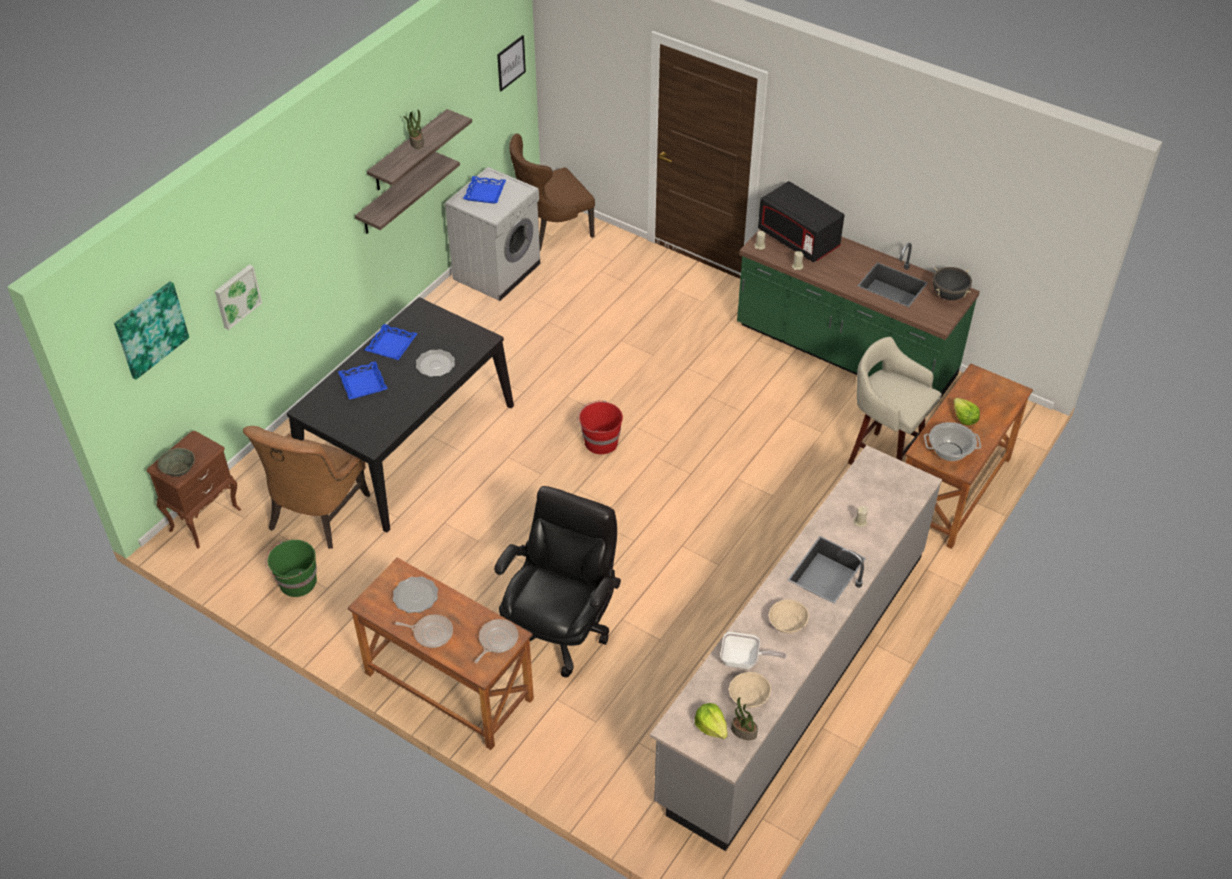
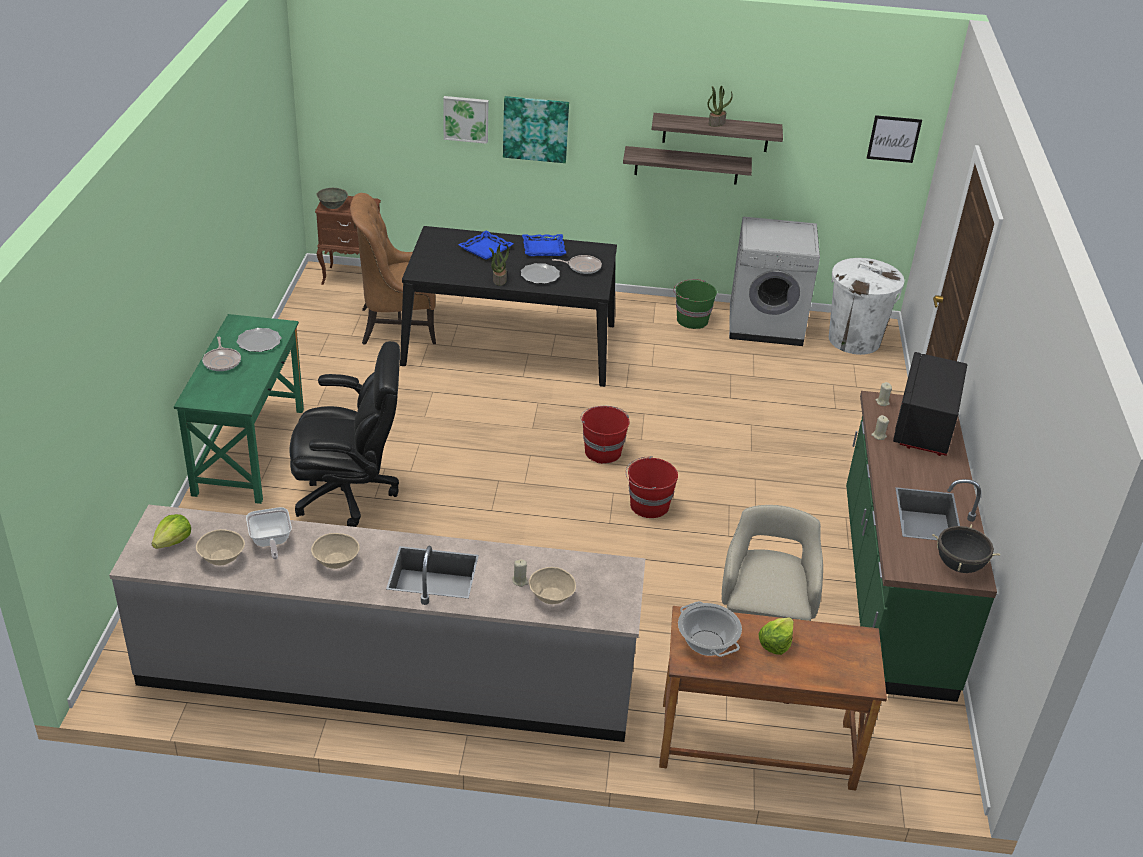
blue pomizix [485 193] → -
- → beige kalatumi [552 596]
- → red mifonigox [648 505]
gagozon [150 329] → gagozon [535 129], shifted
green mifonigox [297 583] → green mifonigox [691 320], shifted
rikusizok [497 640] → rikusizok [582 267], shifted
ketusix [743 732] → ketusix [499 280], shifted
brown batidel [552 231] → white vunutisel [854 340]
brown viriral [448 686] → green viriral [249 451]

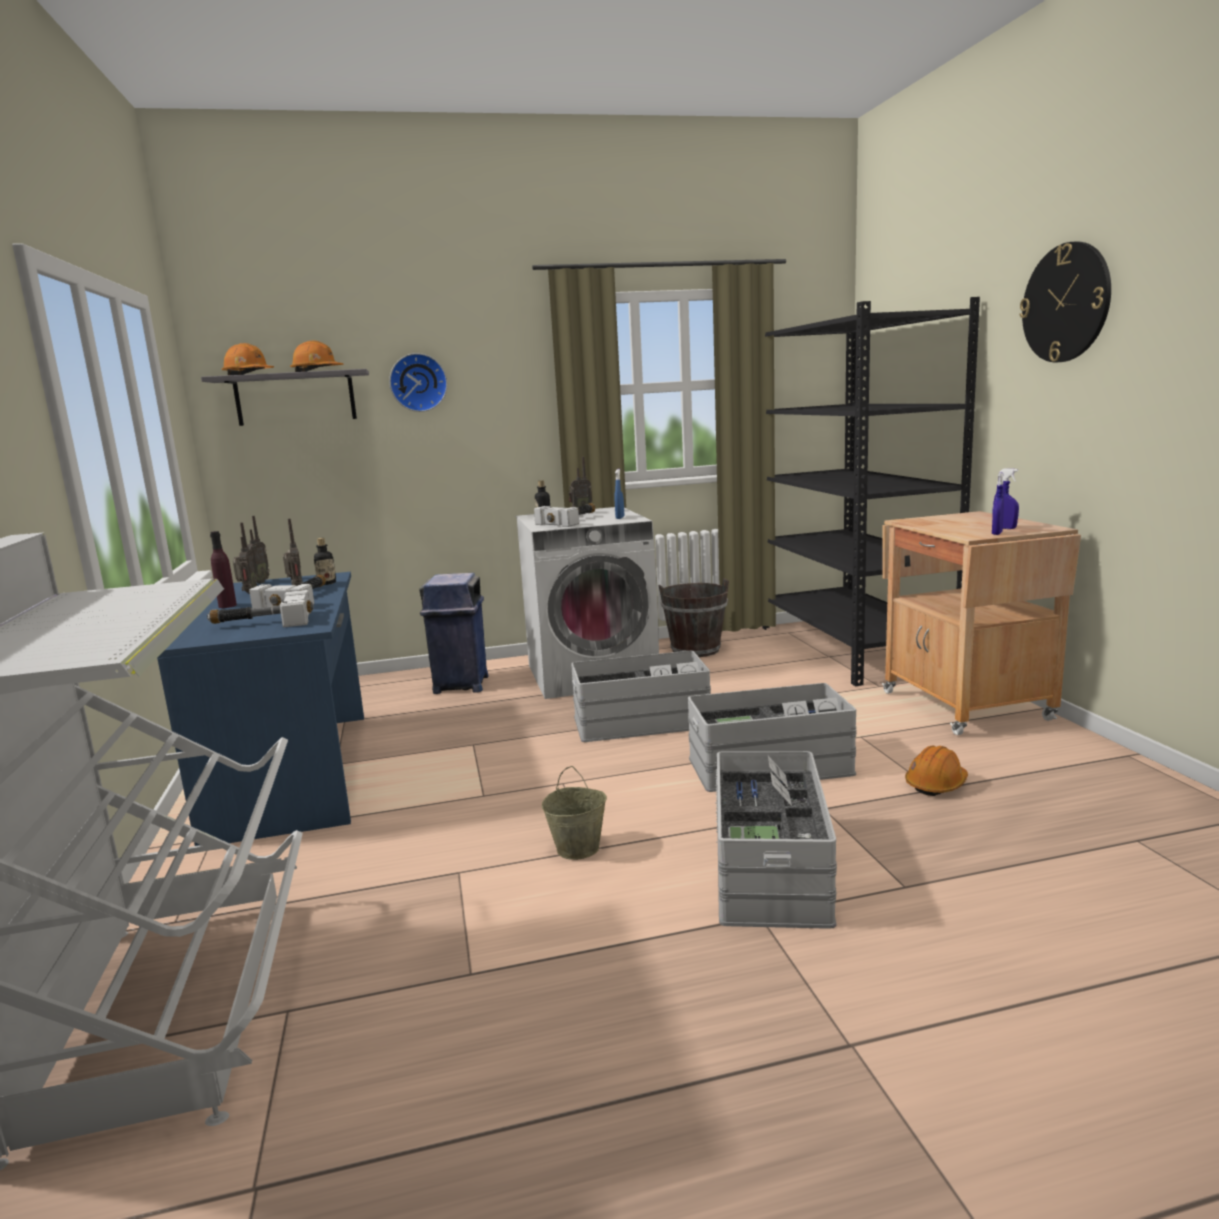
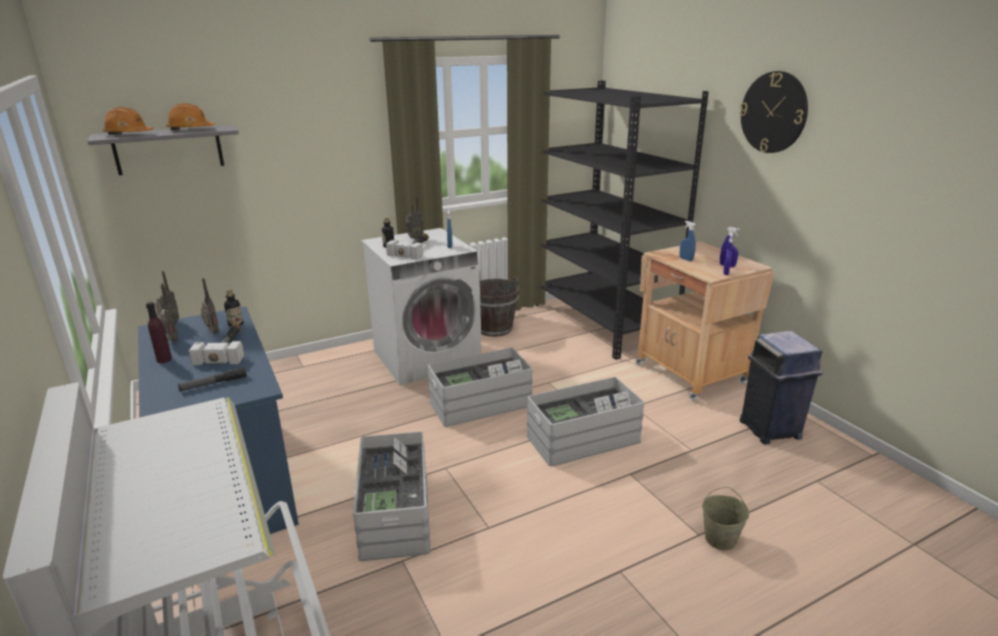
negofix [418 382] → -
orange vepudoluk [936 784] → -
- → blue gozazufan [686 259]
blue vunutisel [460 685] → blue vunutisel [770 430], shifted
beige mifonigox [578 848] → beige mifonigox [721 538], shifted
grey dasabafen [768 868] → grey dasabafen [393 512], shifted
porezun [262 623] → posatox [213 384]

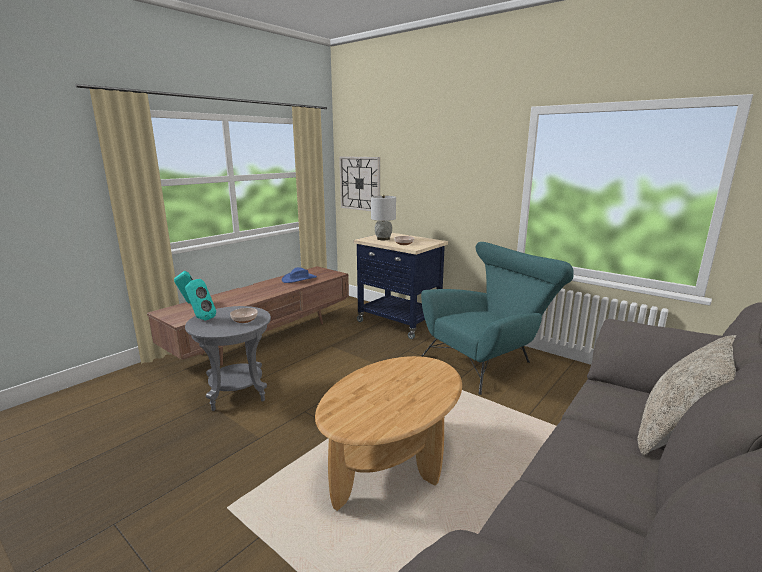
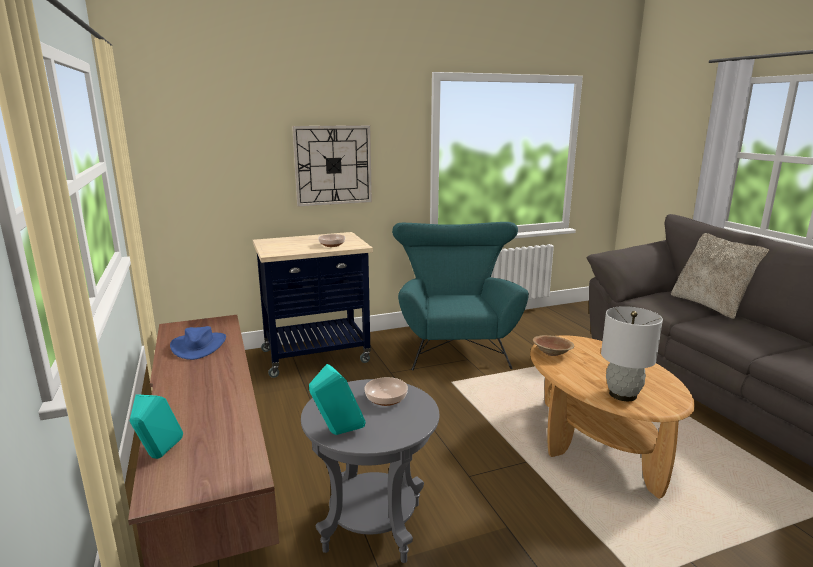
- → brown kalatumi [552 353]
negofix [360 183] → negofix [333 165], shifted
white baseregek [383 239] → white baseregek [623 394], shifted

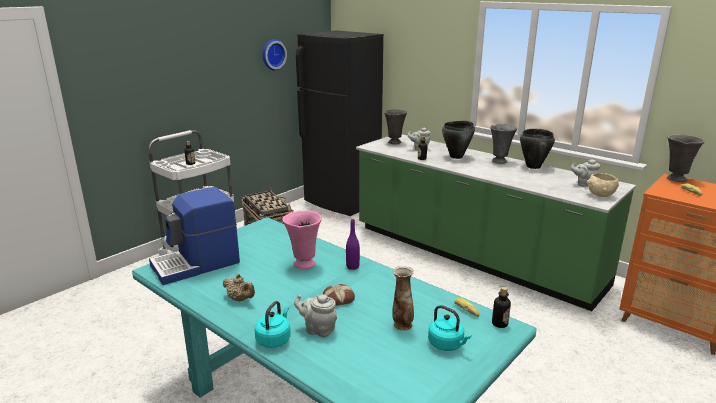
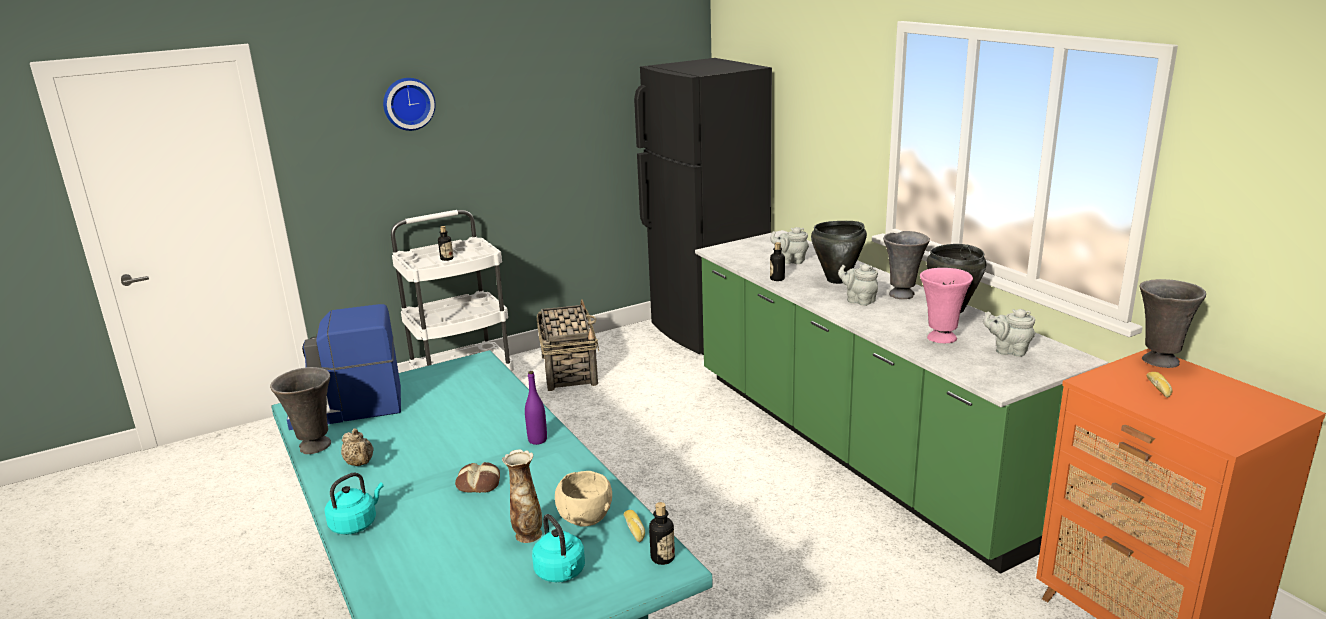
negofix [272 54] → negofix [408 103], shifted
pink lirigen [303 264] → pink lirigen [940 338], shifted
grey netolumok [318 329] → grey netolumok [858 300], shifted
grey lirigen [394 143] → grey lirigen [314 447], shifted
beige kalatumi [600 195] → beige kalatumi [585 520], shifted

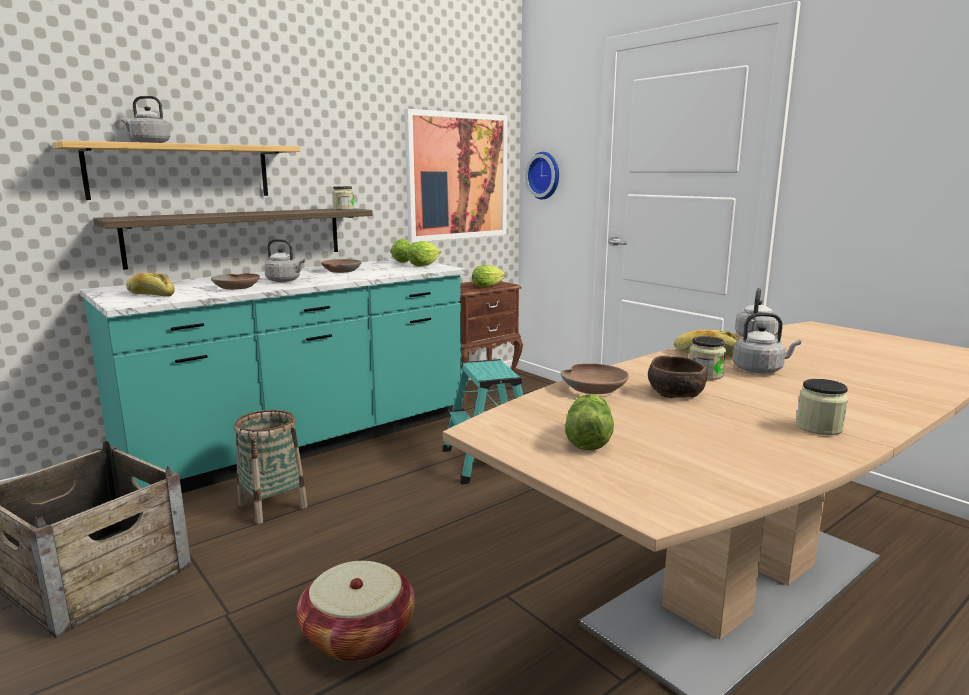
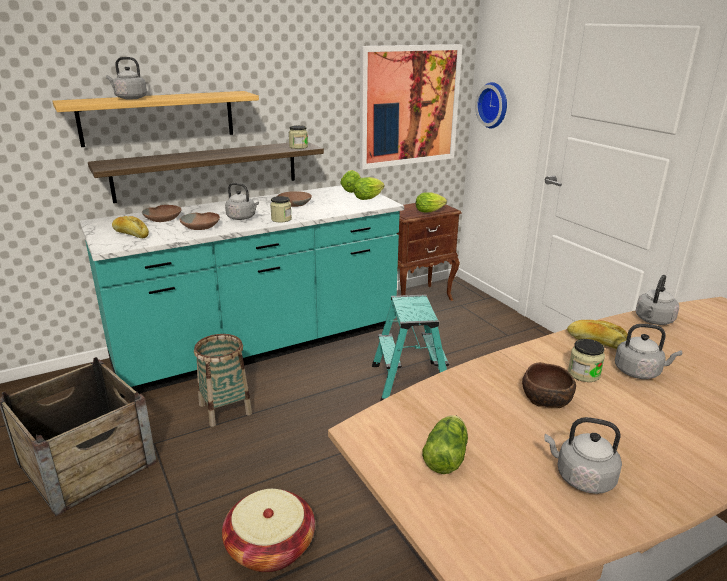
- → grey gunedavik [581 478]
brown kalatumi [595 388] → brown kalatumi [163 218], shifted
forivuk [819 427] → forivuk [281 219], shifted

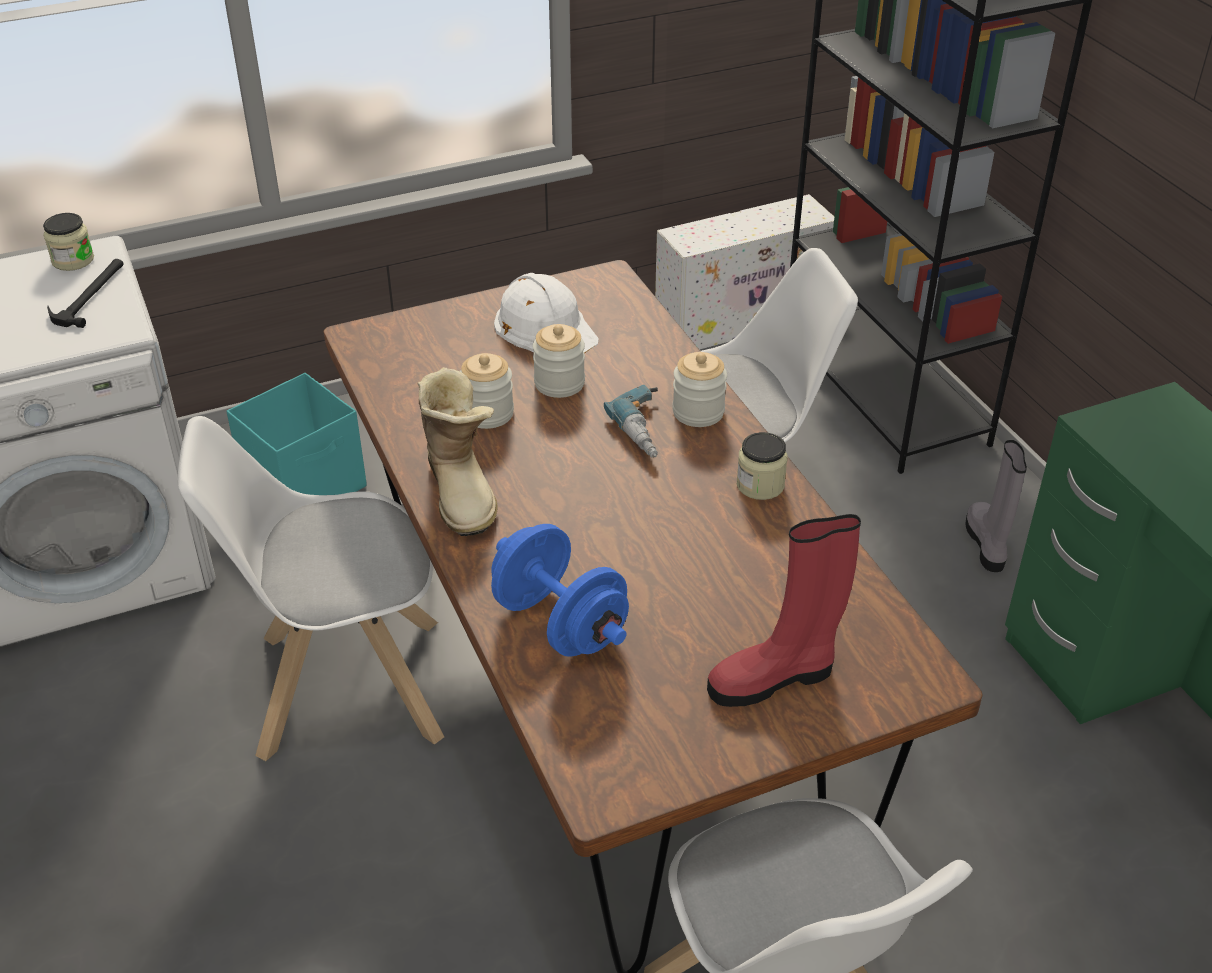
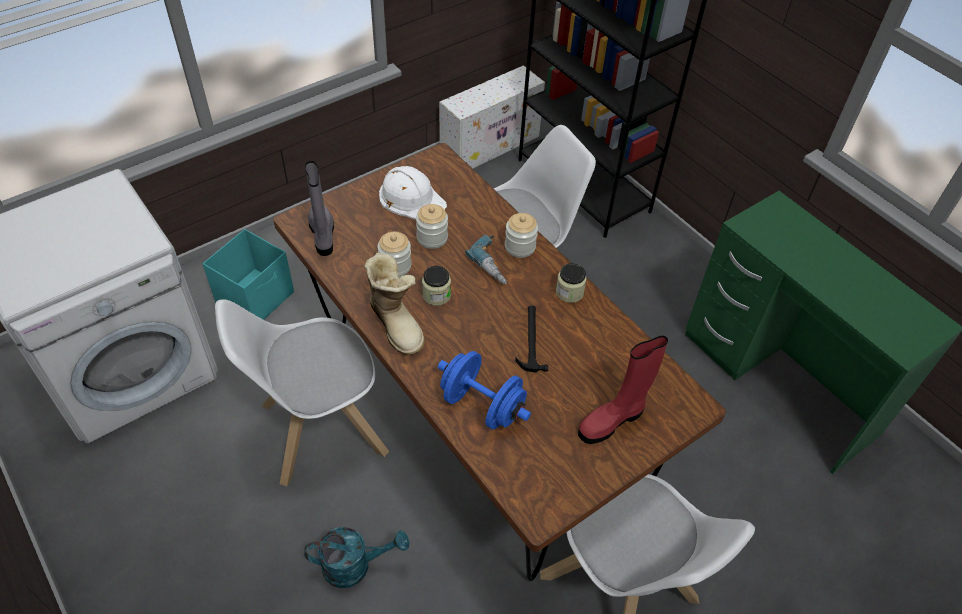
- → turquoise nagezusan [355 565]
forivuk [73 260] → forivuk [436 295], shifted
porezun [90 295] → porezun [531 339], shifted
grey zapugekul [987 544] → grey zapugekul [322 234], shifted

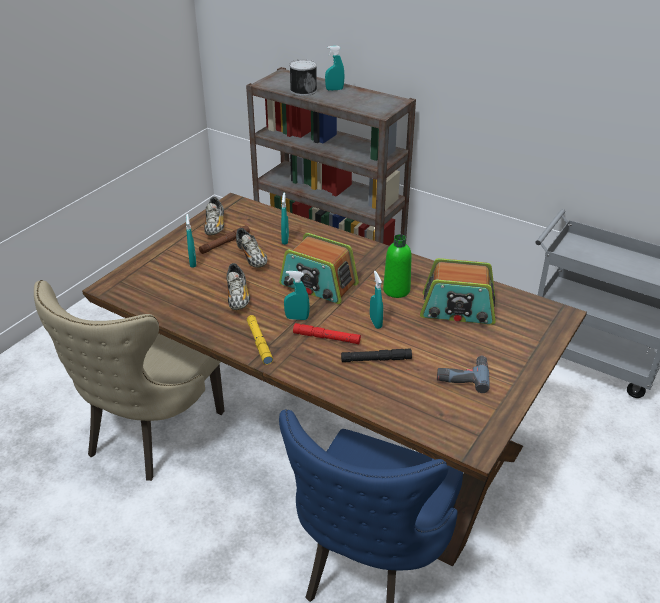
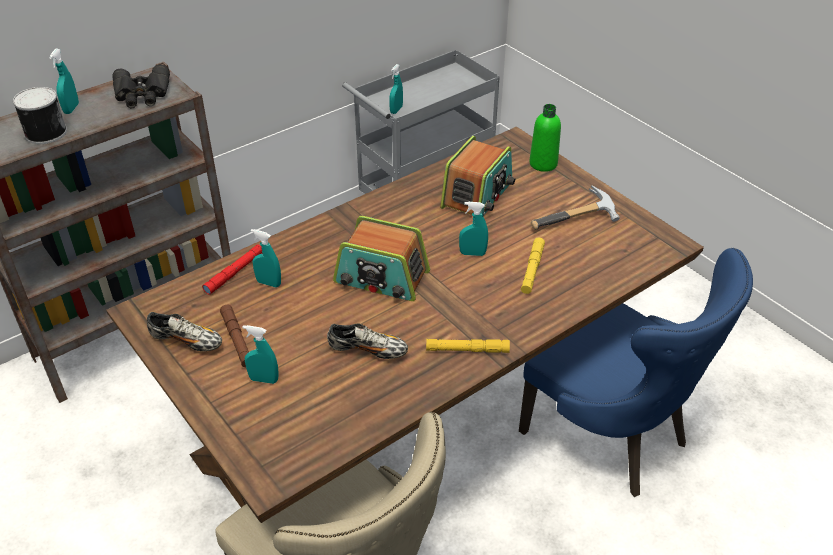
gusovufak [252 257] → -
- → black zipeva [142 94]
turquoise gozazufan [297 318] → turquoise gozazufan [396 110], shifted
red posatox [326 337] → red posatox [234 273], shifted
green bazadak [396 290] → green bazadak [543 164], shifted
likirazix [462 375] → porezun [576 222]
black posatox [376 359] → yellow posatox [532 269]
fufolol [318 285] → fufolol [381 278], 60 degrees clockwise

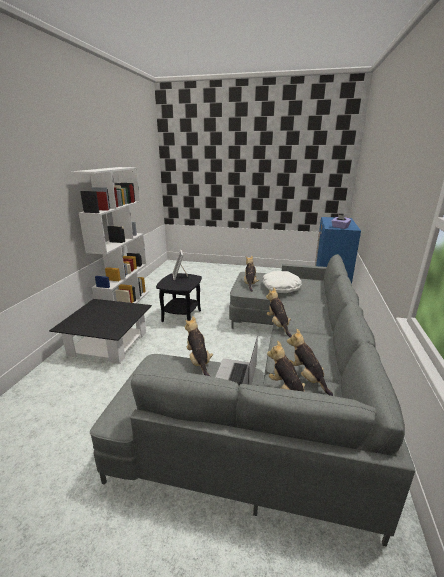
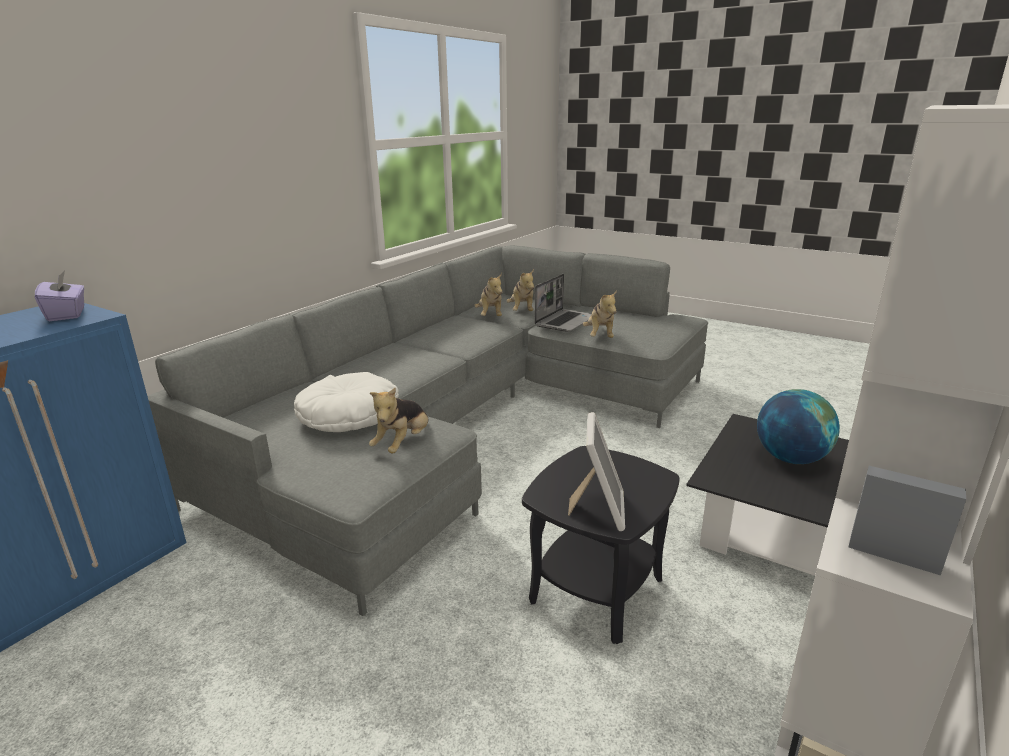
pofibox [278 325] → -
- → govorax [790 458]

